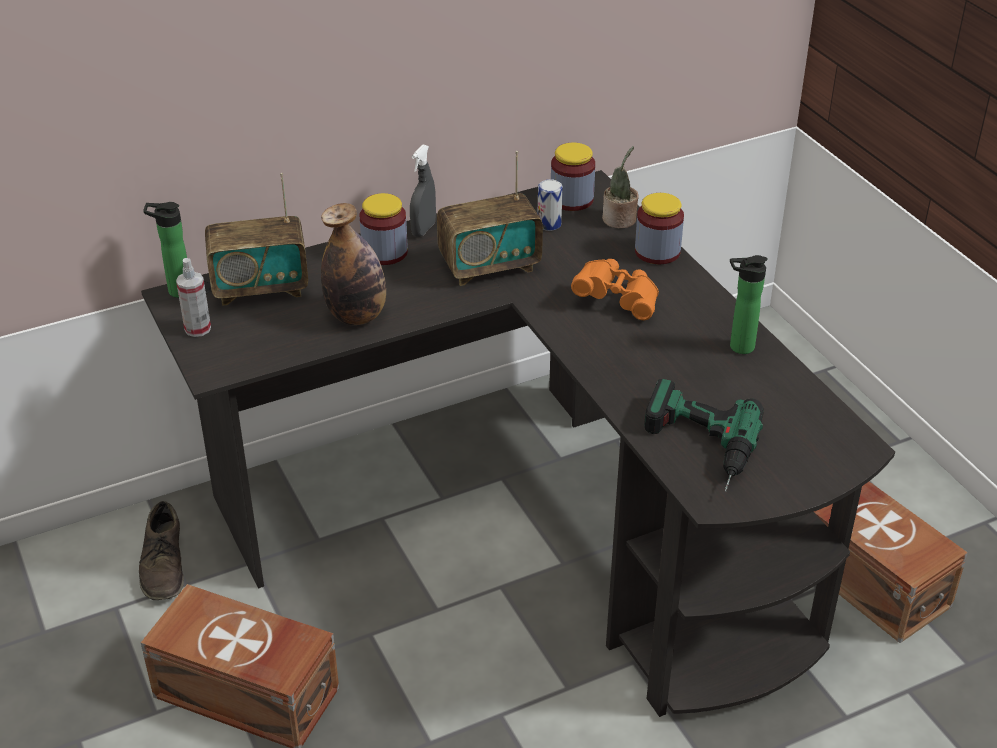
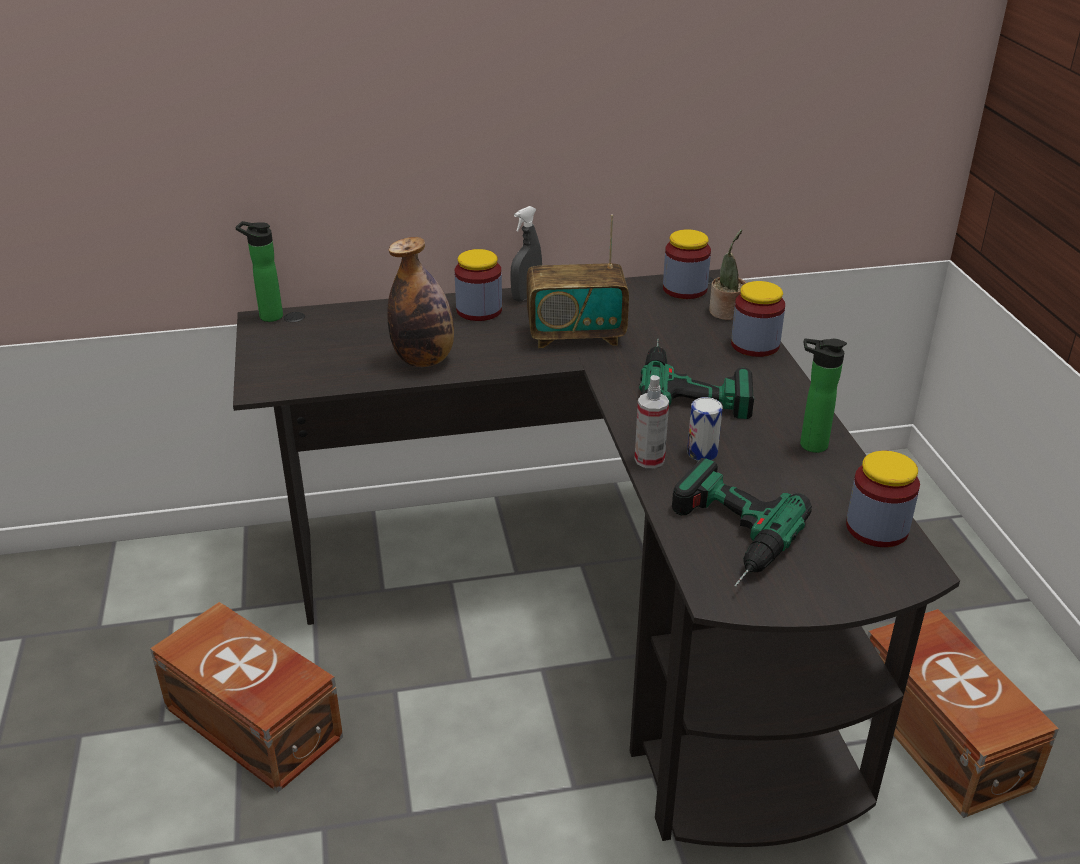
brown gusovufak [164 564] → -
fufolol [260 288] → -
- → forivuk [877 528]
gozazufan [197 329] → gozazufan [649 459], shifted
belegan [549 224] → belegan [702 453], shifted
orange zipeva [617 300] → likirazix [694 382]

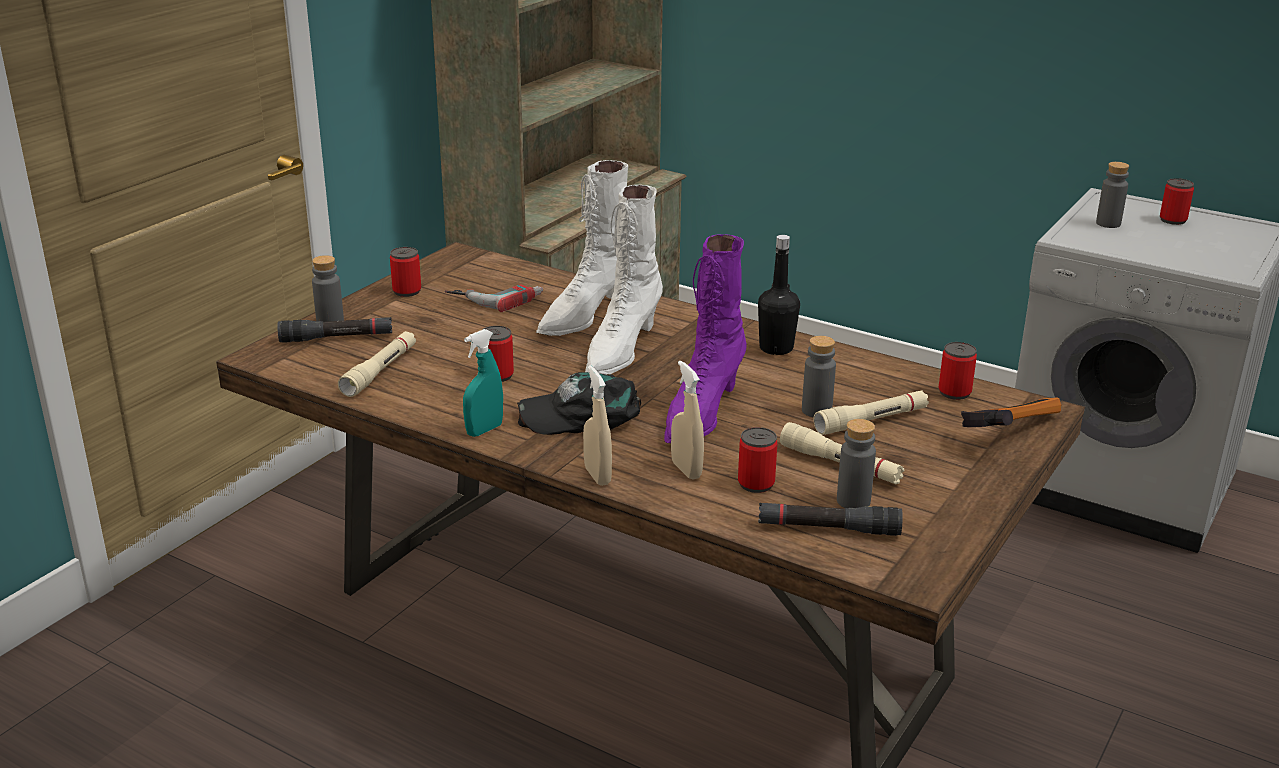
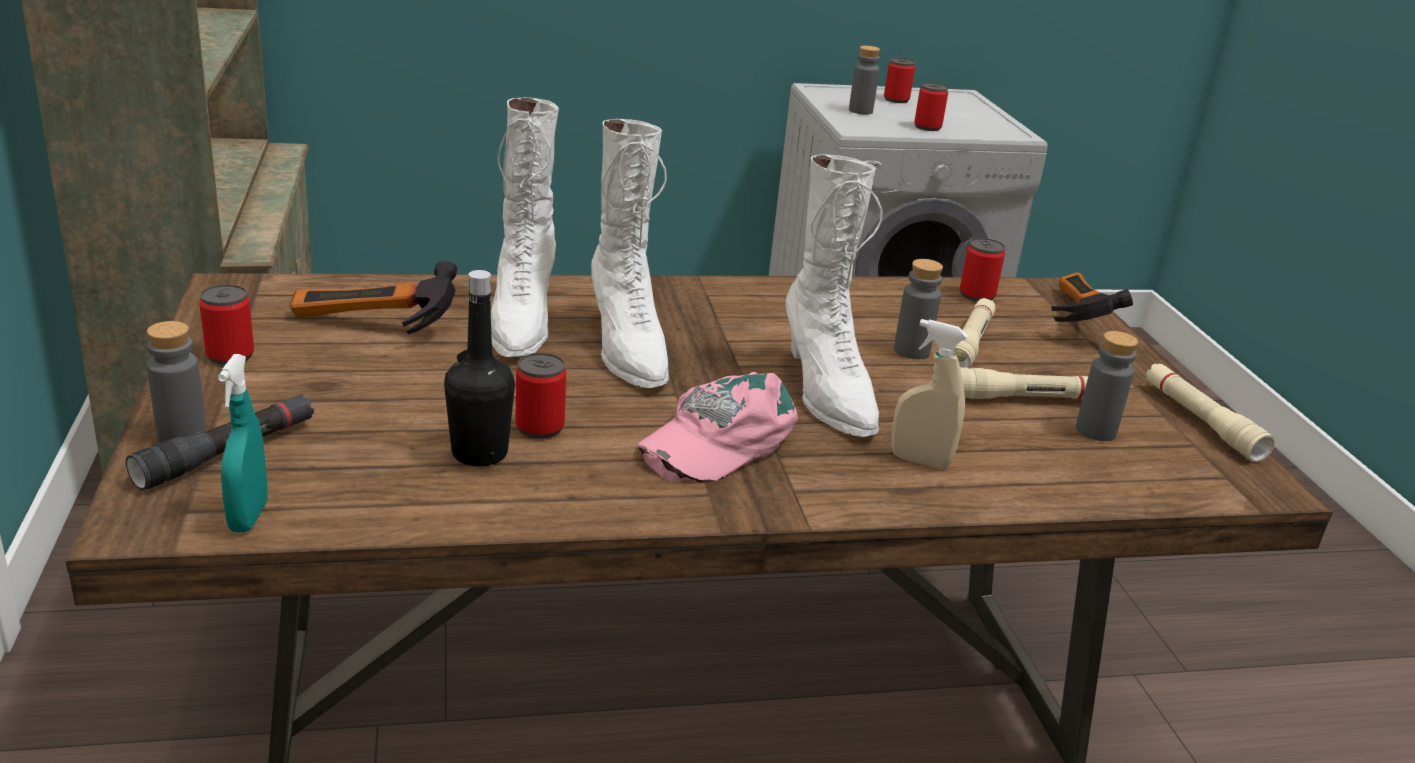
beige gozazufan [597 476] → -
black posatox [828 529] → -
beige posatox [380 371] → beige posatox [1201 421], shifted
turquoise gozazufan [484 430] → turquoise gozazufan [248 517], shifted
belegan [756 484] → belegan [927 127], shifted
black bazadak [776 348] → black bazadak [479 453], shifted
likirazix [495 297] → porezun [370 329]
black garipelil [582 415] → pink garipelil [717 440]
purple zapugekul [701 414] → white zapugekul [826 393]

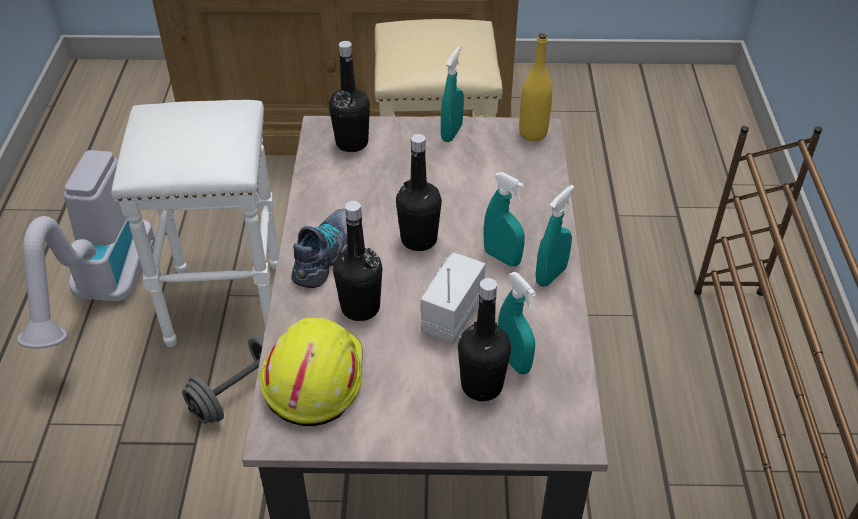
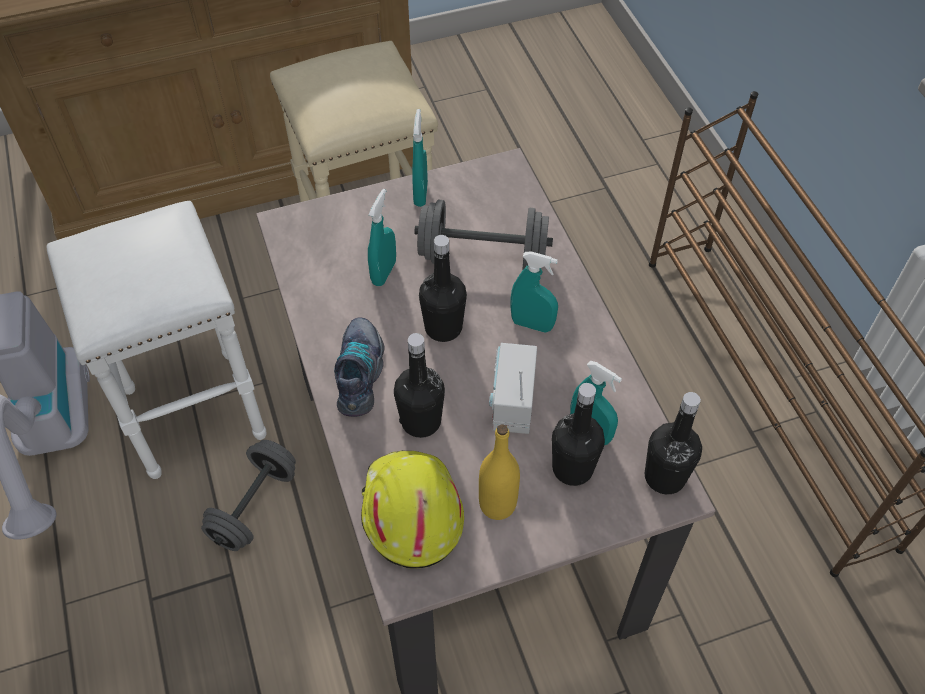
- → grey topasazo [482 256]
black bazadak [352 143] → black bazadak [664 477], shifted
yellow bazadak [533 133] → yellow bazadak [497 504], shifted
turquoise gozazufan [551 275] → turquoise gozazufan [384 273], shifted

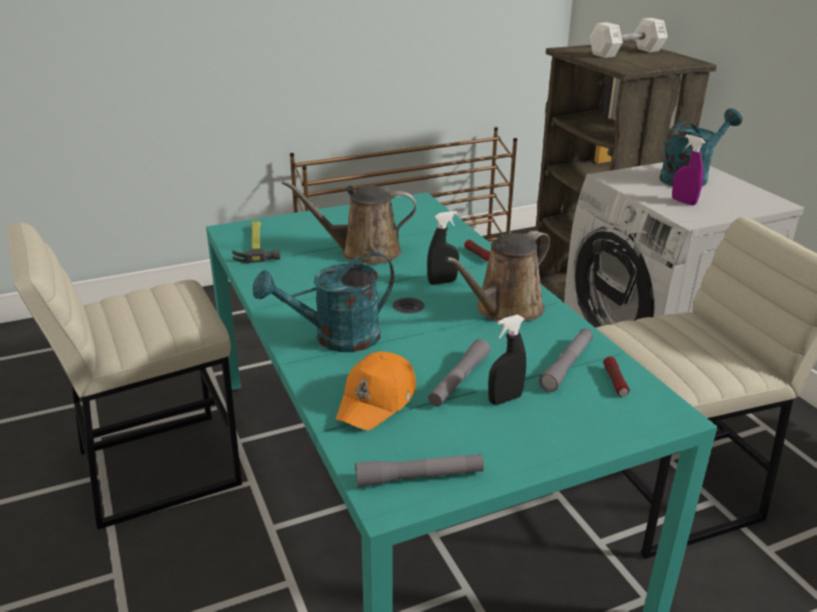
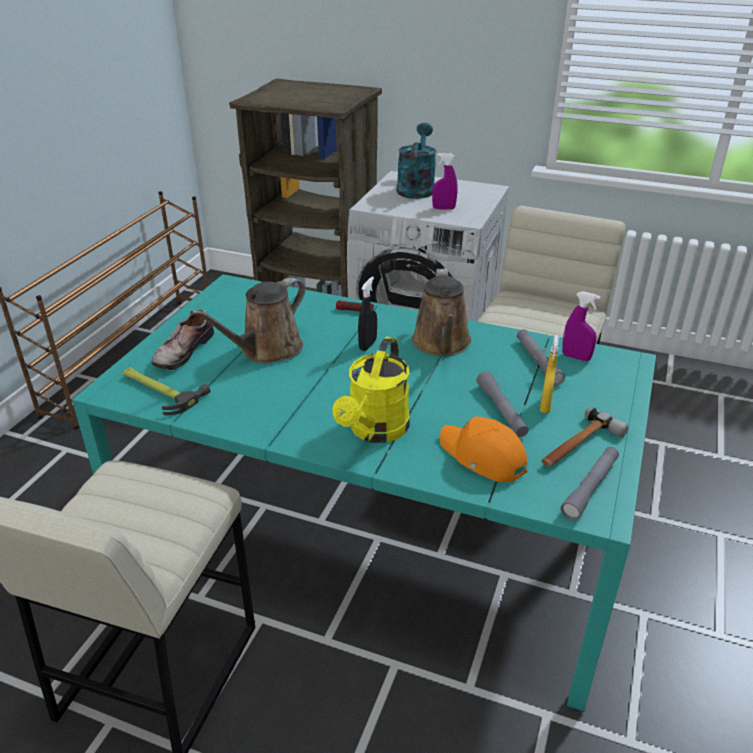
white topasazo [626 52] → -
- → gusovufak [182 351]
- → porezun [578 446]
posatox [615 382] → purple gozazufan [576 357]
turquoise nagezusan [336 339] → yellow nagezusan [375 431]
black gozazufan [505 399] → yellow gozazufan [545 406]
orange garipelil [377 400] → orange garipelil [482 457], 150 degrees clockwise

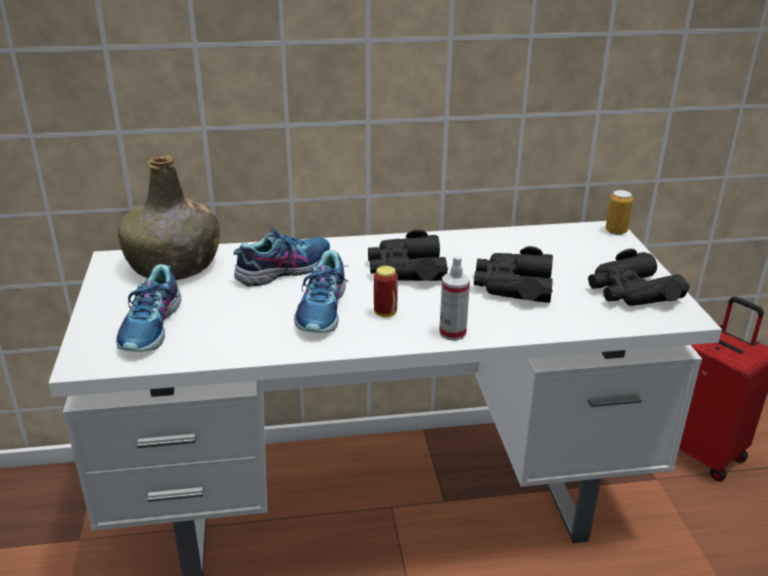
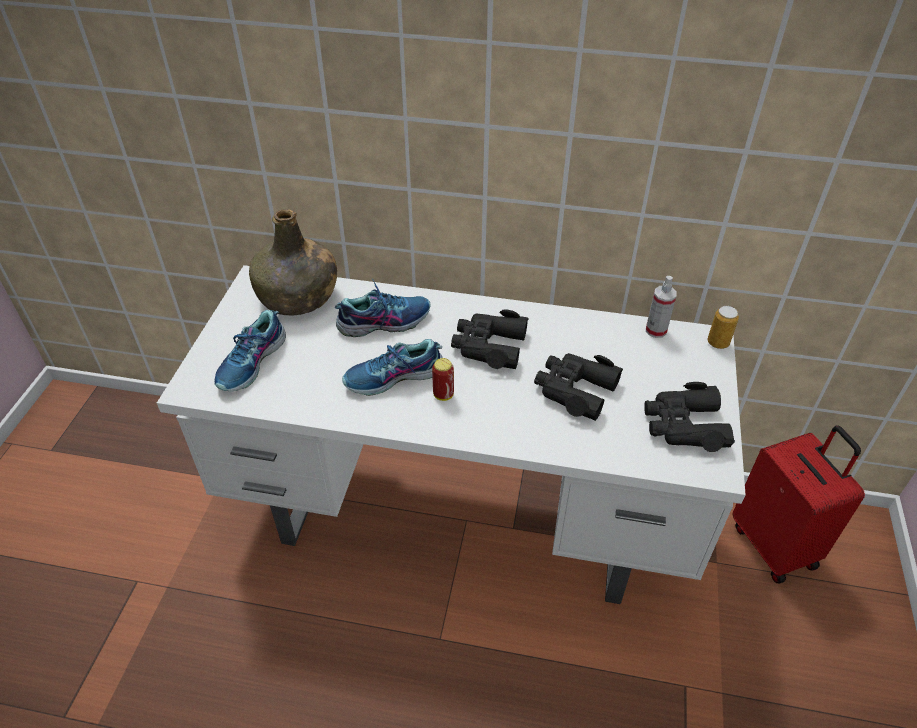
gozazufan [452 333] → gozazufan [656 330], shifted
gusovufak [323 309] → gusovufak [394 378], 45 degrees clockwise

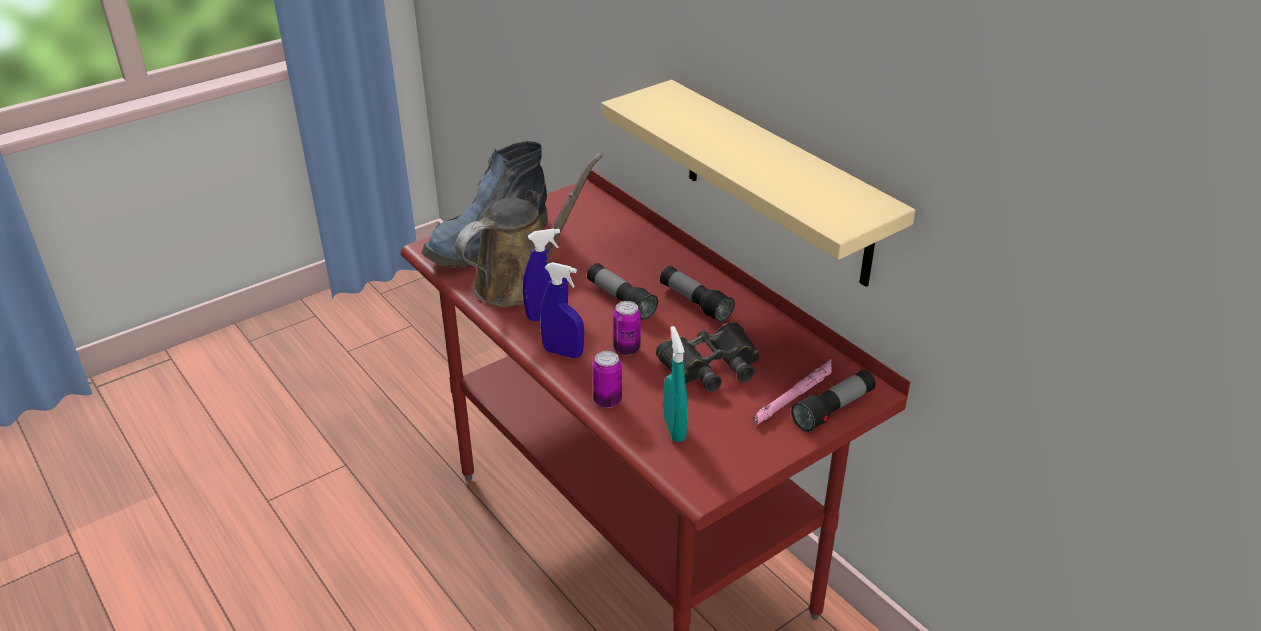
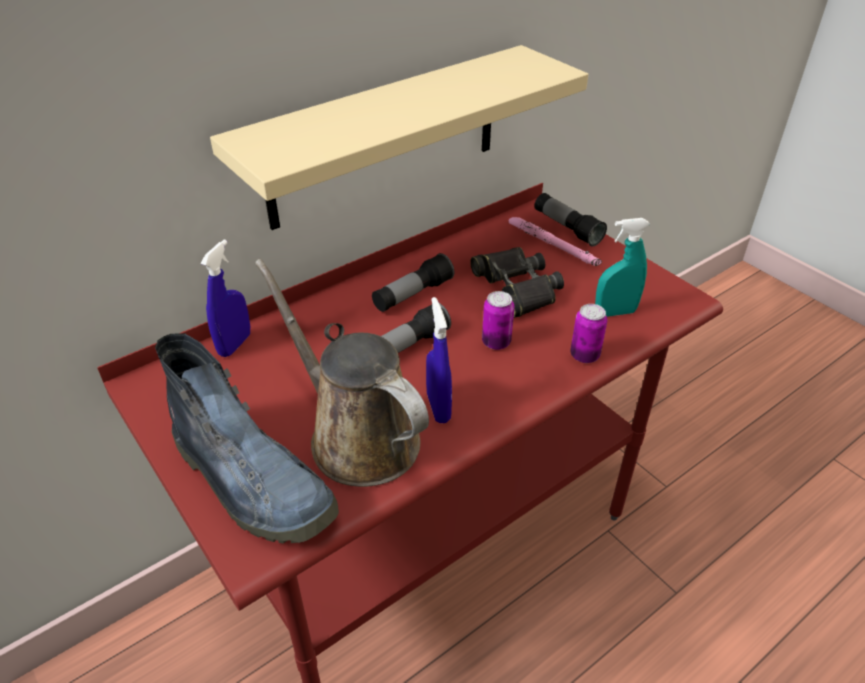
blue gozazufan [563 352] → blue gozazufan [235 344], shifted

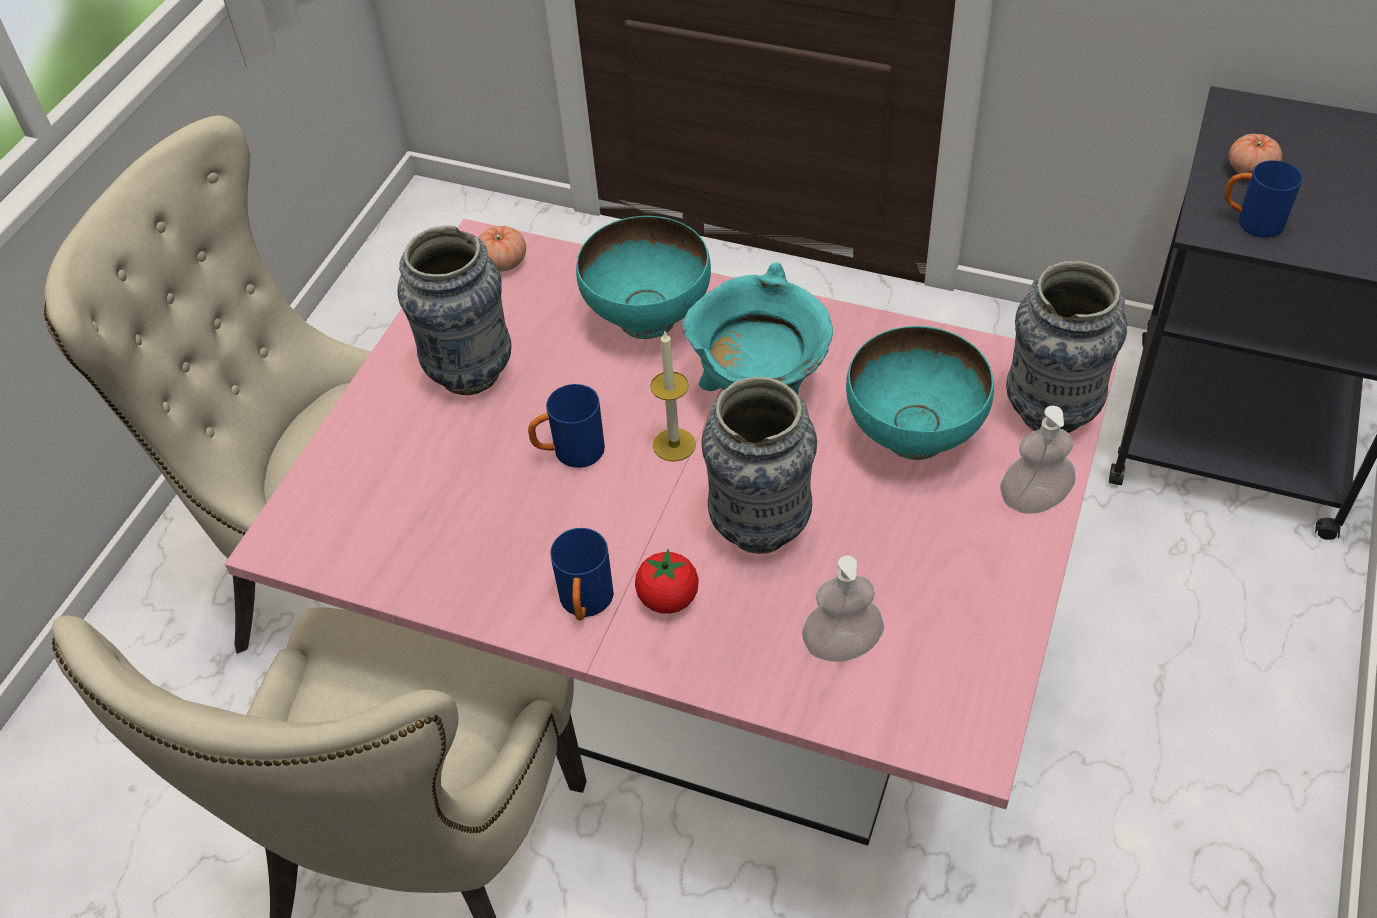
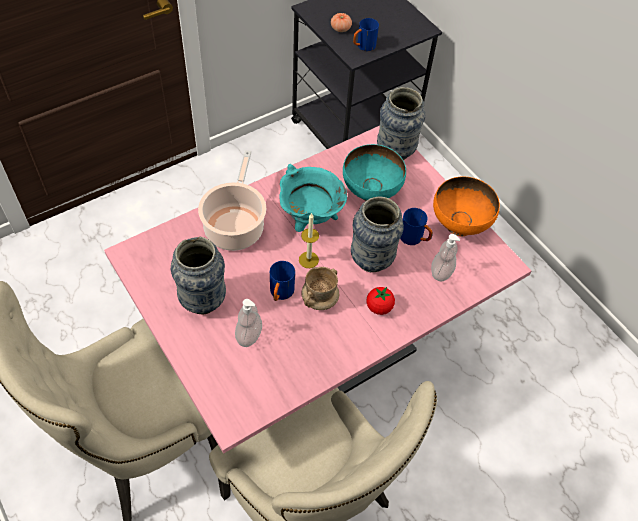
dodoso [503 262] → -
- → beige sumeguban [319 299]
- → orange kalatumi [460 224]
blue sumeguban [586 605] → blue sumeguban [414 239], shifted
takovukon [1033 500] → takovukon [249 335], shifted
turquoise kalatumi [649 318] → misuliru [235 226]

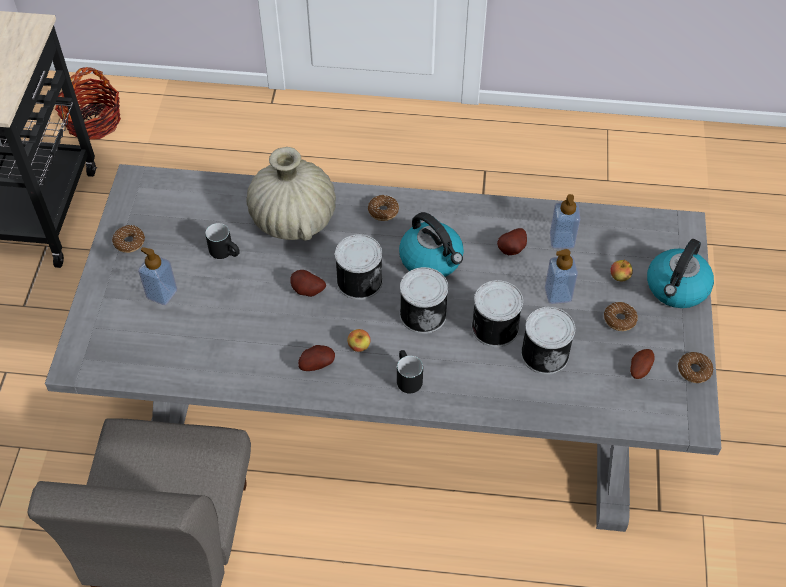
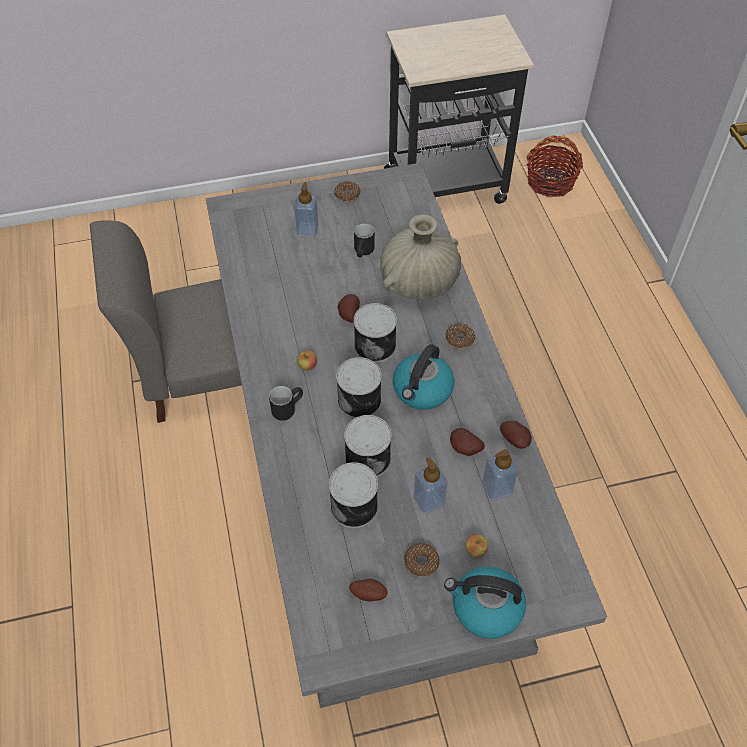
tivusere [694 370] → -
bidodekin [316 364] → bidodekin [515 440], shifted

